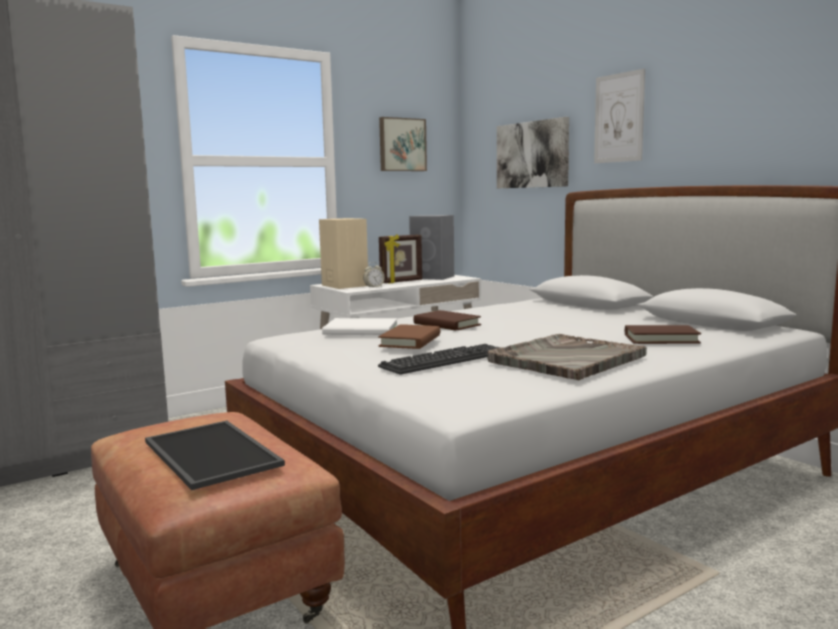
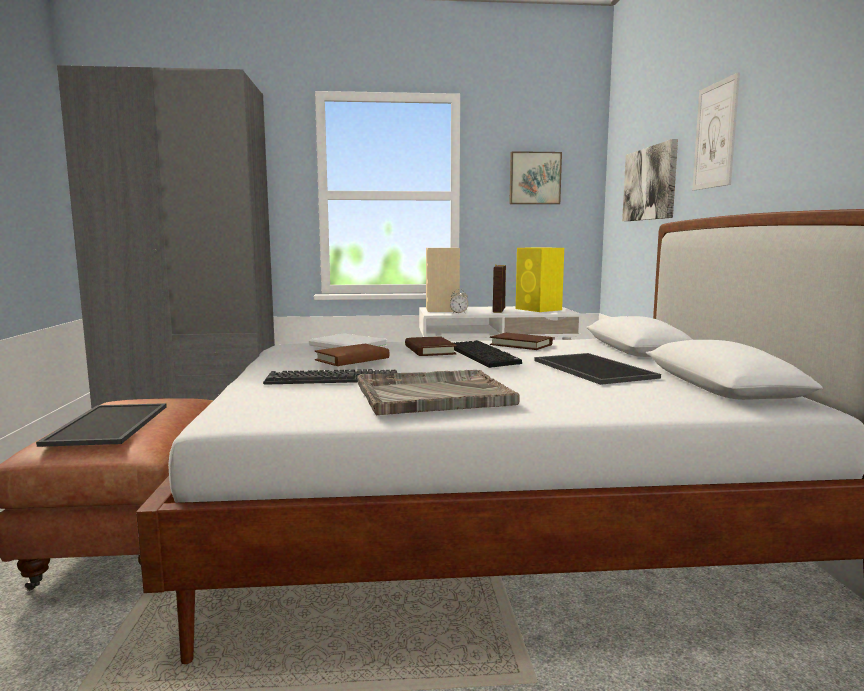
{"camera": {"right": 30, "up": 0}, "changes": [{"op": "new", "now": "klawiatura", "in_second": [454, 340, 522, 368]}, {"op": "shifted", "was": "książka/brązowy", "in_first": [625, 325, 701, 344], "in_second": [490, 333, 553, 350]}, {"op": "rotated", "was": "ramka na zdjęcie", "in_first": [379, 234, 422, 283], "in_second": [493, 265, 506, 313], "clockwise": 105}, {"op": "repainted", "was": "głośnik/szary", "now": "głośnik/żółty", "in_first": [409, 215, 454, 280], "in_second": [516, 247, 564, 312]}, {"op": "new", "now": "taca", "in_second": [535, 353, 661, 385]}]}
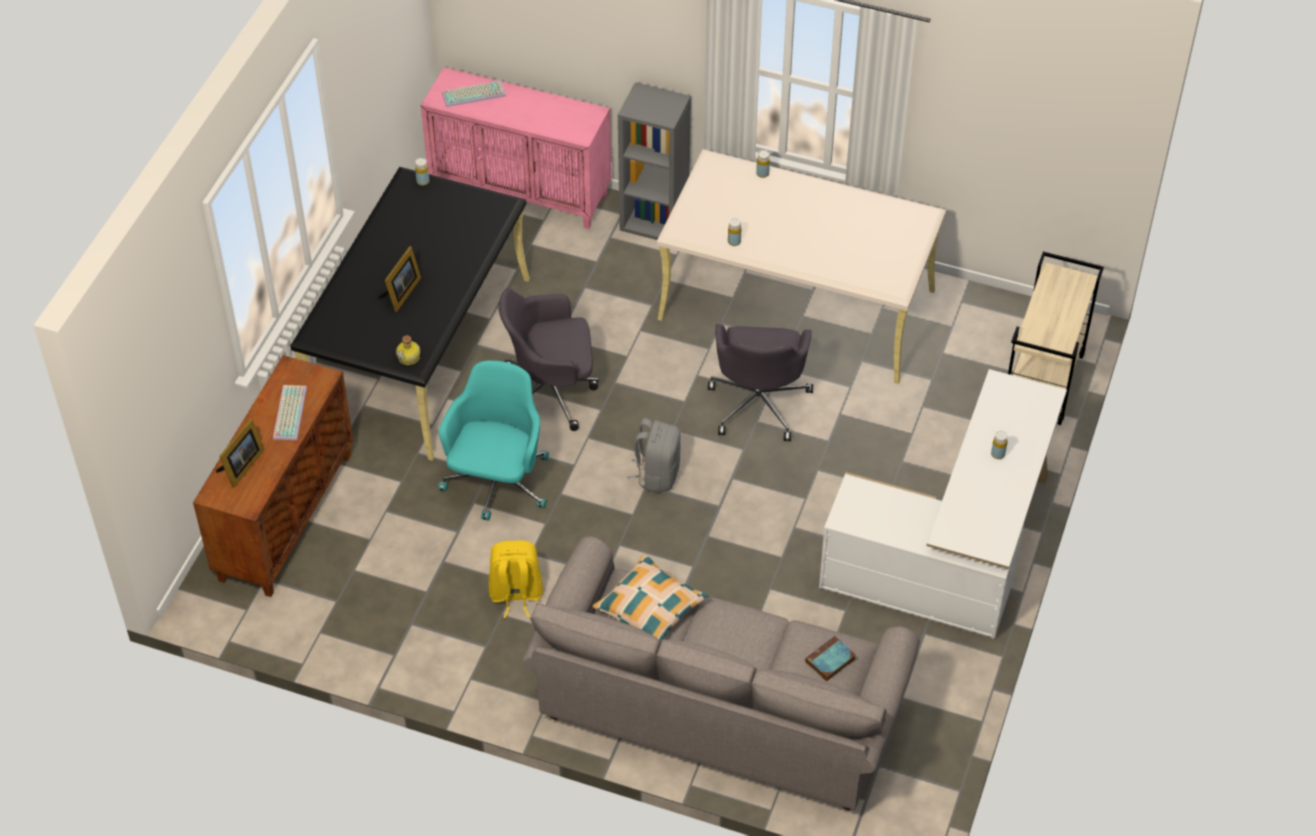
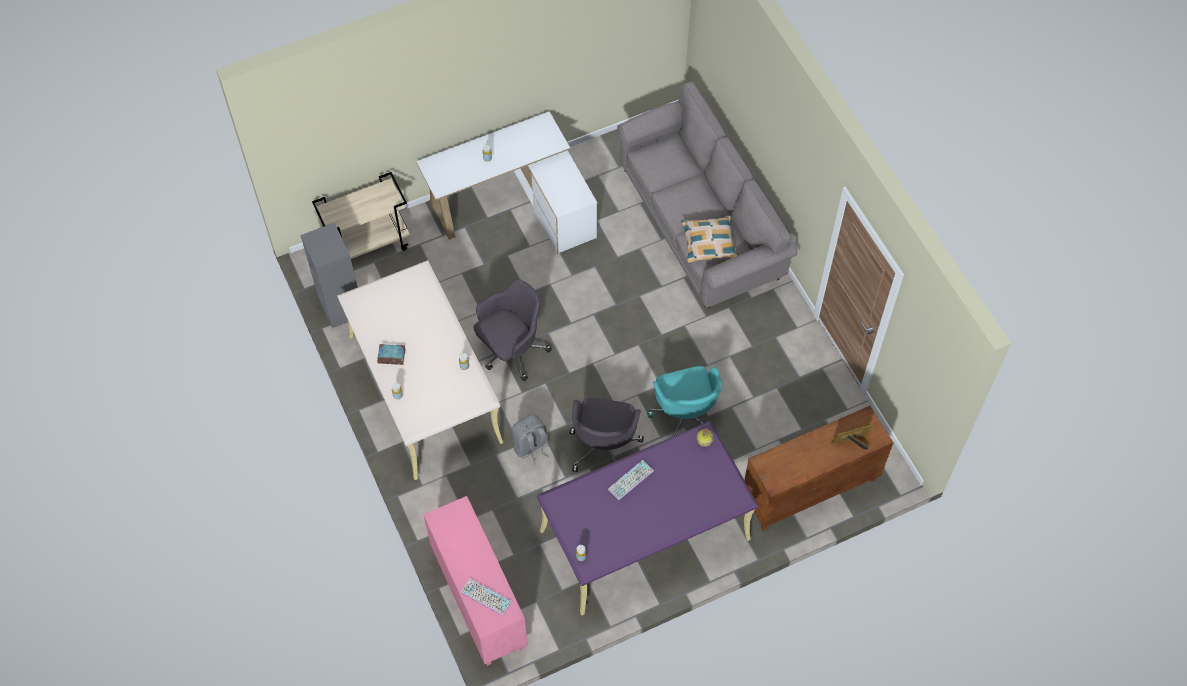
{"camera": {"right": -135, "up": 10}, "changes": [{"op": "shifted", "was": "regał/szary", "in_first": [618, 82, 691, 240], "in_second": [301, 222, 358, 328]}, {"op": "shifted", "was": "książka", "in_first": [805, 636, 856, 682], "in_second": [377, 344, 406, 365]}, {"op": "shifted", "was": "plecak/szary", "in_first": [627, 418, 681, 492], "in_second": [512, 414, 549, 466]}, {"op": "repainted", "was": "biurko/czarny", "now": "biurko/fioletowy", "in_first": [290, 167, 530, 461], "in_second": [537, 421, 759, 615]}, {"op": "rotated", "was": "krzesło biurowe/szary", "in_first": [499, 288, 598, 431], "in_second": [569, 398, 644, 472], "clockwise": 60}, {"op": "shifted", "was": "klawiatura", "in_first": [273, 385, 307, 440], "in_second": [608, 460, 654, 500]}, {"op": "rotated", "was": "krzesło biurowe/turkusowy", "in_first": [438, 360, 549, 521], "in_second": [647, 366, 722, 437], "clockwise": -75}, {"op": "gone", "was": "ramka na zdjęcie", "in_first": [378, 246, 421, 312]}, {"op": "gone", "was": "plecak/żółty", "in_first": [489, 540, 543, 618]}]}
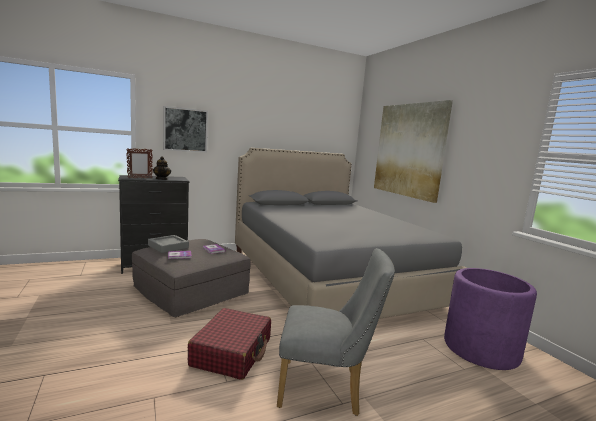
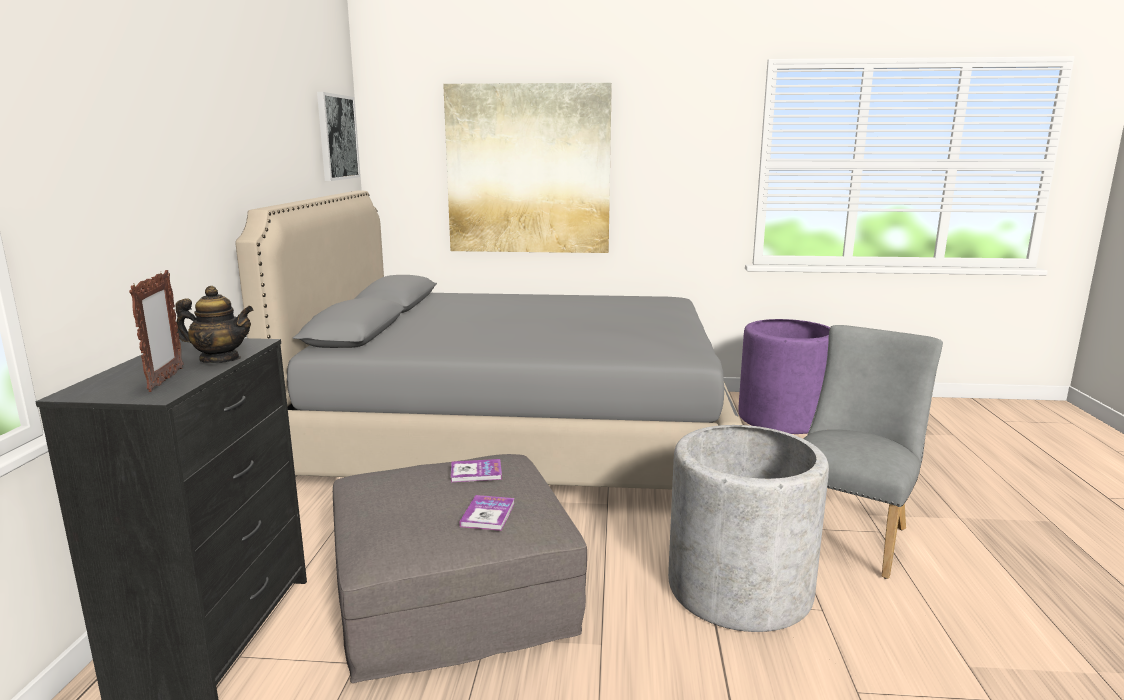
{"camera": {"right": -60, "up": 5}, "changes": [{"op": "shifted", "was": "obraz", "in_first": [163, 106, 208, 153], "in_second": [317, 92, 360, 181]}, {"op": "swapped", "was": "walizka/czerwony", "now": "donica/szary", "in_first": [188, 308, 271, 380], "in_second": [668, 425, 829, 632]}, {"op": "gone", "was": "taca/szary", "in_first": [148, 235, 189, 253]}]}
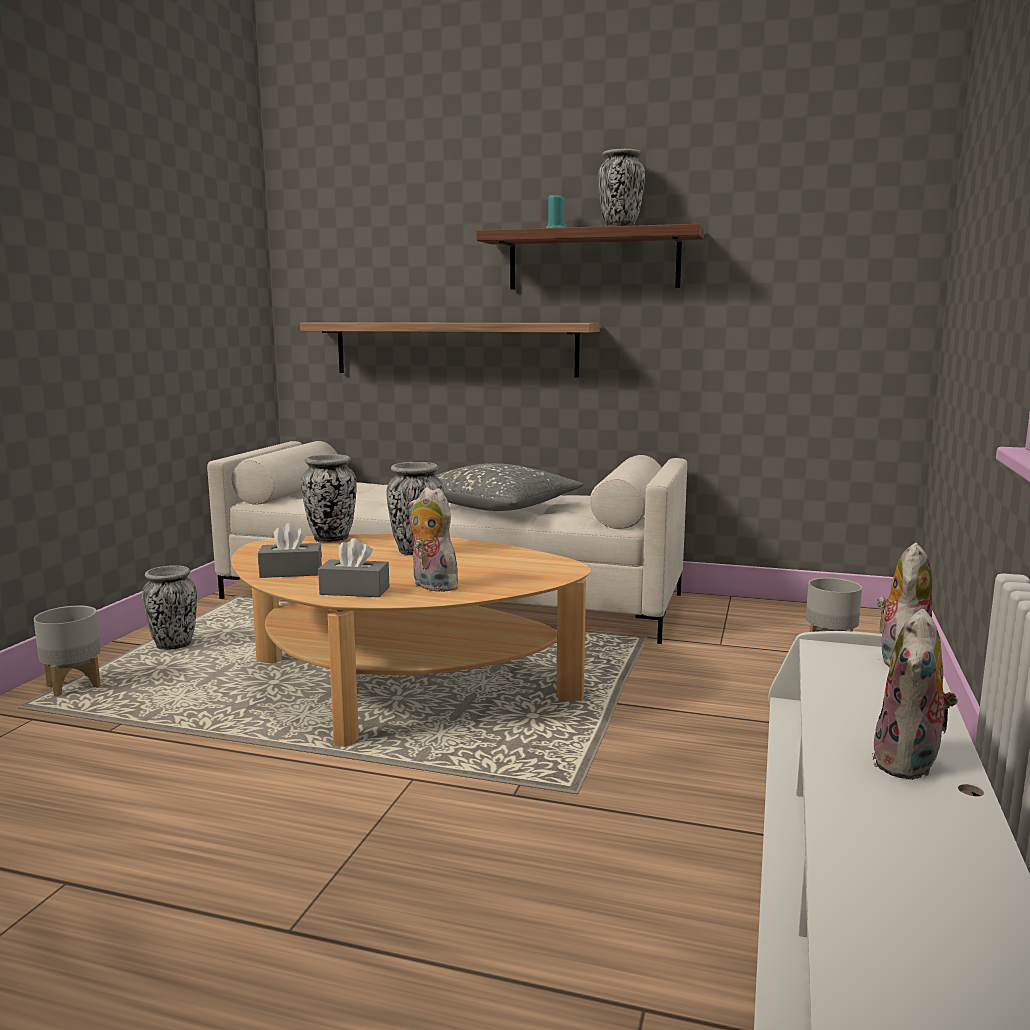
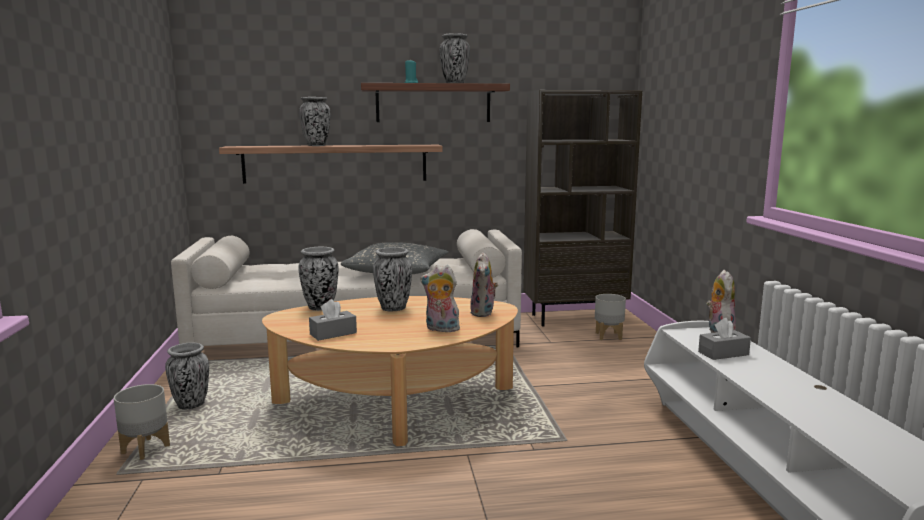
{"camera": {"right": -25, "up": 0}, "changes": [{"op": "new", "now": "wazon", "in_second": [299, 97, 330, 146]}, {"op": "shifted", "was": "pluszak", "in_first": [872, 609, 958, 780], "in_second": [470, 252, 498, 317]}, {"op": "new", "now": "regał/brązowy", "in_second": [523, 90, 642, 326]}, {"op": "shifted", "was": "pudełko chusteczek/szary", "in_first": [318, 538, 389, 597], "in_second": [698, 318, 751, 360]}]}
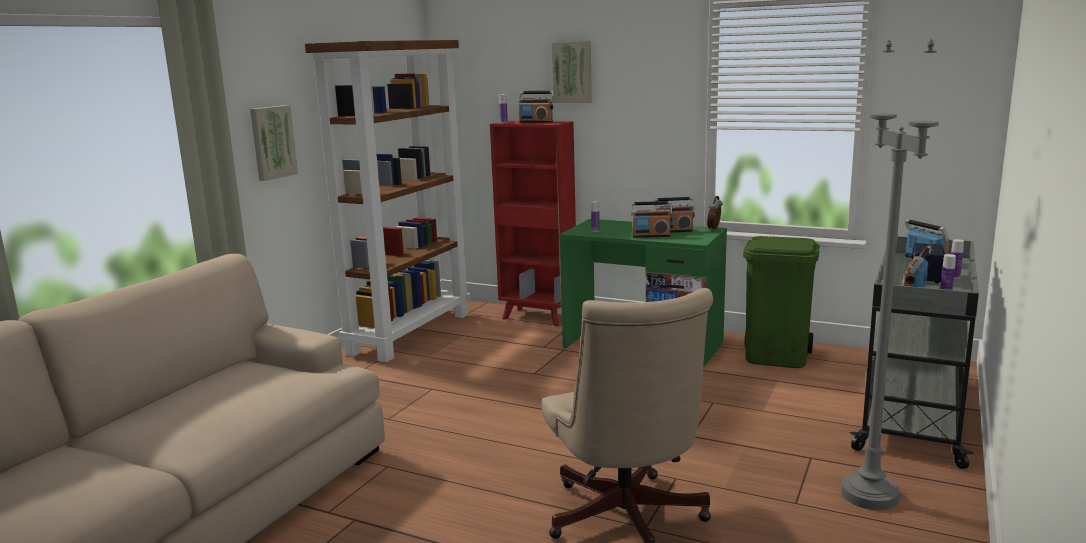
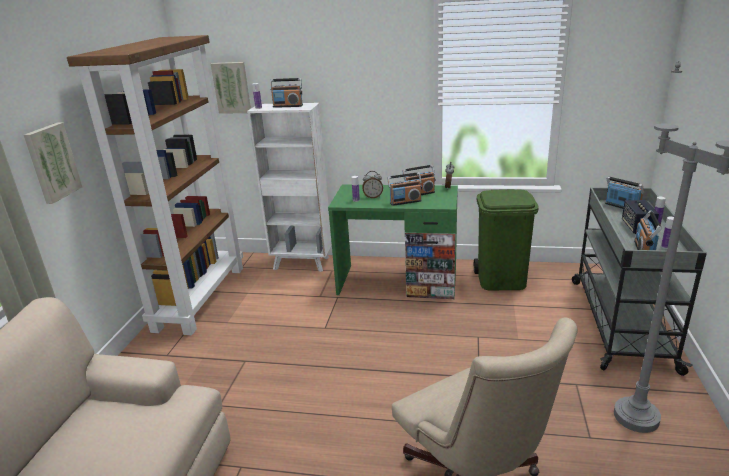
{"camera": {"right": -15, "up": 10}, "changes": [{"op": "shifted", "was": "obraz", "in_first": [551, 41, 592, 103], "in_second": [211, 62, 251, 114]}, {"op": "repainted", "was": "regał/czerwony", "now": "regał/biały", "in_first": [490, 121, 576, 326], "in_second": [247, 103, 332, 272]}, {"op": "new", "now": "budzik", "in_second": [362, 171, 383, 198]}]}
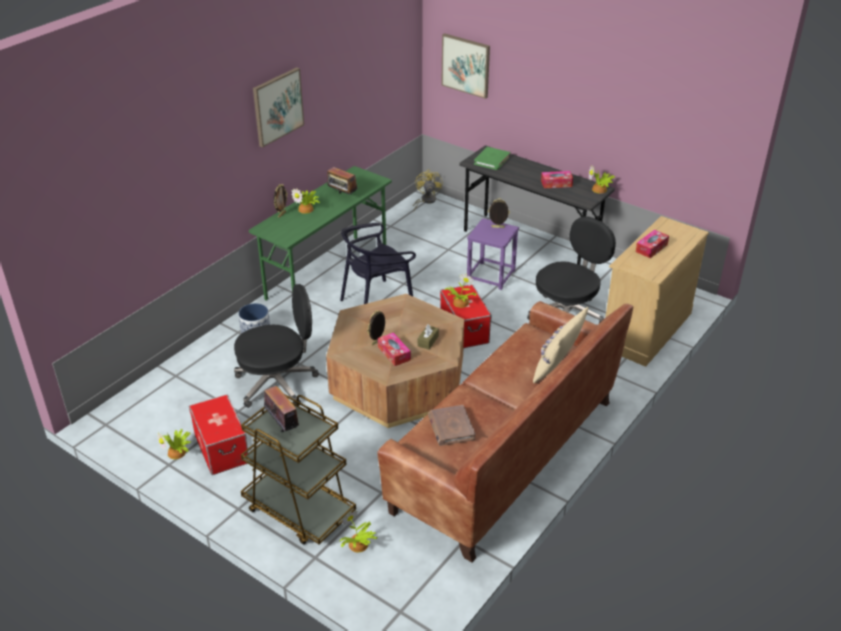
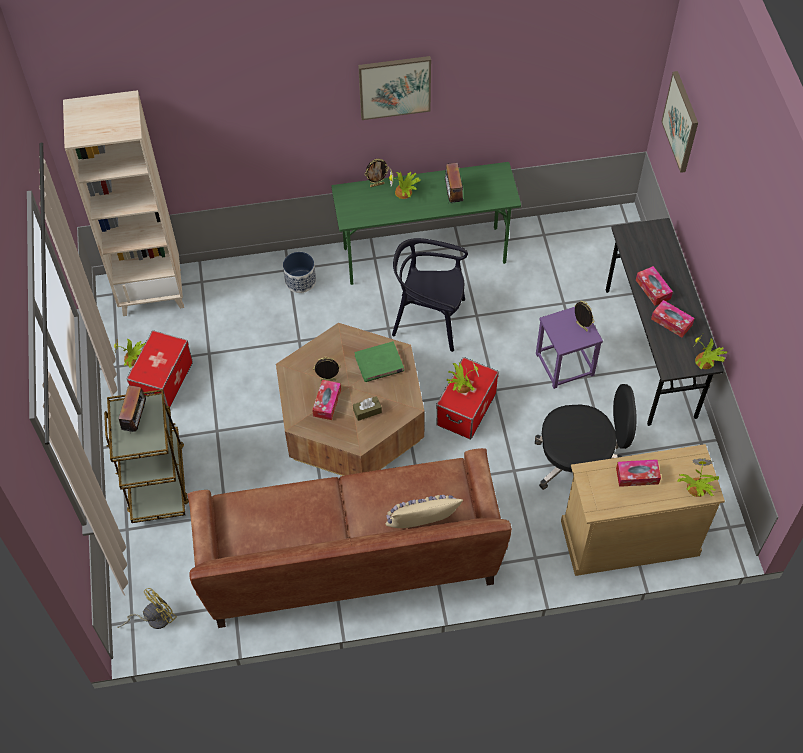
{"camera": {"right": 45, "up": 20}, "changes": [{"op": "new", "now": "regał/beżowy", "in_second": [63, 90, 184, 316]}, {"op": "shifted", "was": "wentylator/żółty", "in_first": [413, 169, 443, 210], "in_second": [117, 588, 177, 629]}, {"op": "shifted", "was": "książka/zielony", "in_first": [474, 147, 511, 170], "in_second": [355, 341, 404, 382]}, {"op": "new", "now": "pudełko chusteczek", "in_second": [636, 266, 673, 306]}, {"op": "shifted", "was": "roślina doniczkowa", "in_first": [339, 510, 378, 552], "in_second": [677, 458, 719, 497]}, {"op": "gone", "was": "krzesło biurowe/czarny", "in_first": [234, 284, 319, 408]}, {"op": "gone", "was": "książka/brązowy", "in_first": [428, 405, 475, 446]}]}
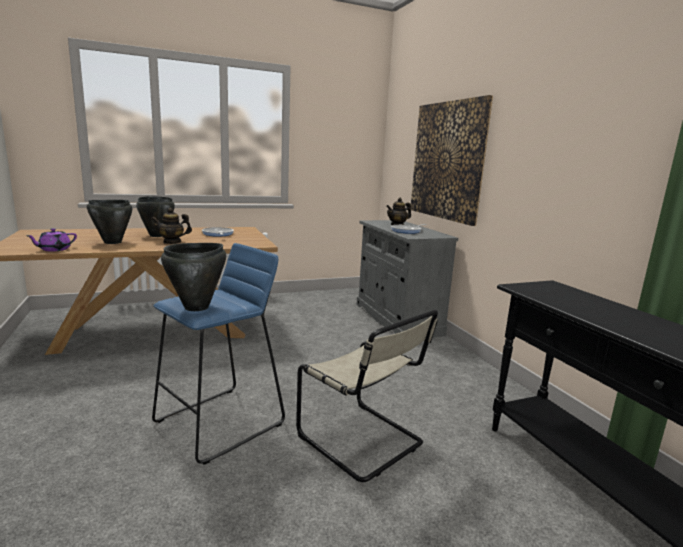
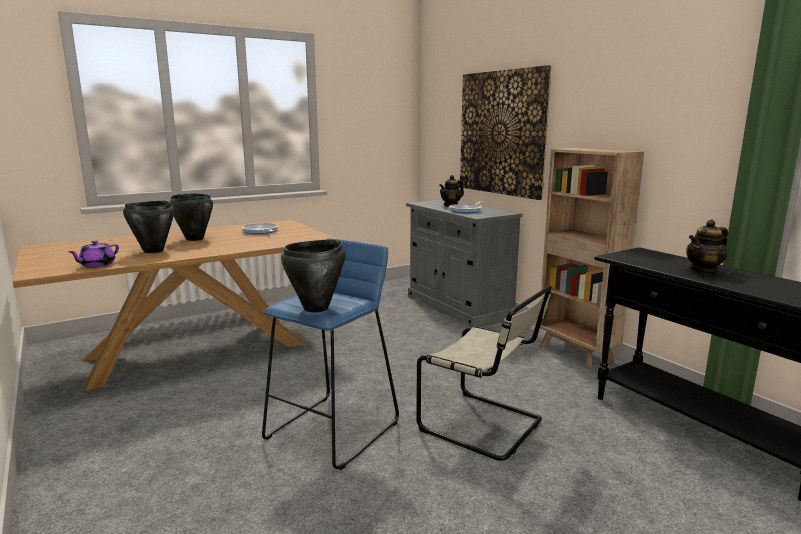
{"camera": {"right": -10, "up": 0}, "changes": [{"op": "new", "now": "regał/brązowy", "in_second": [540, 148, 644, 370]}, {"op": "shifted", "was": "imbryk", "in_first": [151, 208, 192, 244], "in_second": [686, 219, 728, 275]}]}
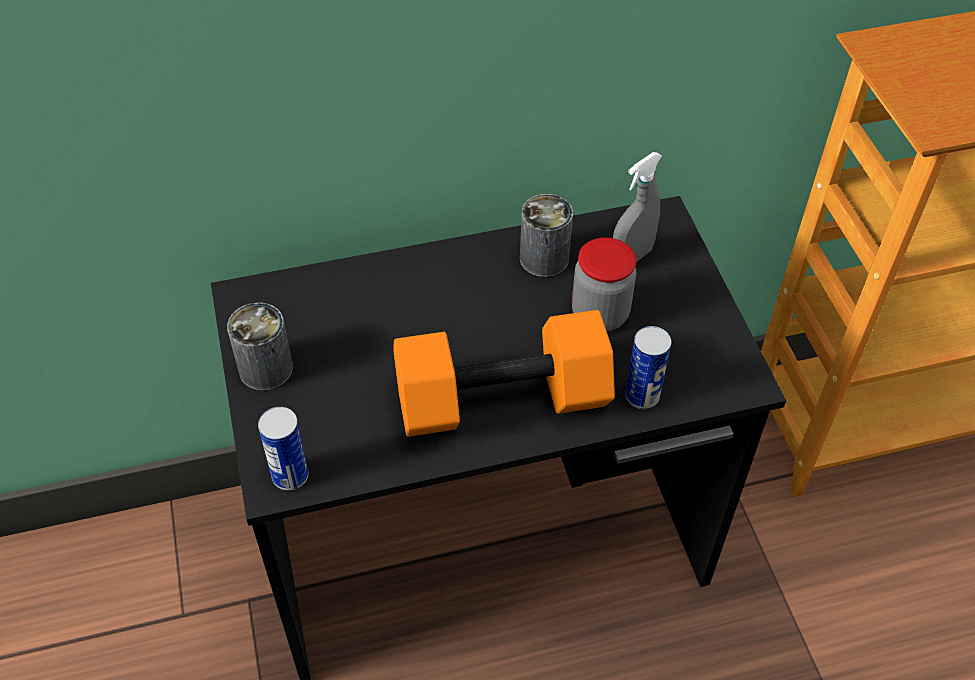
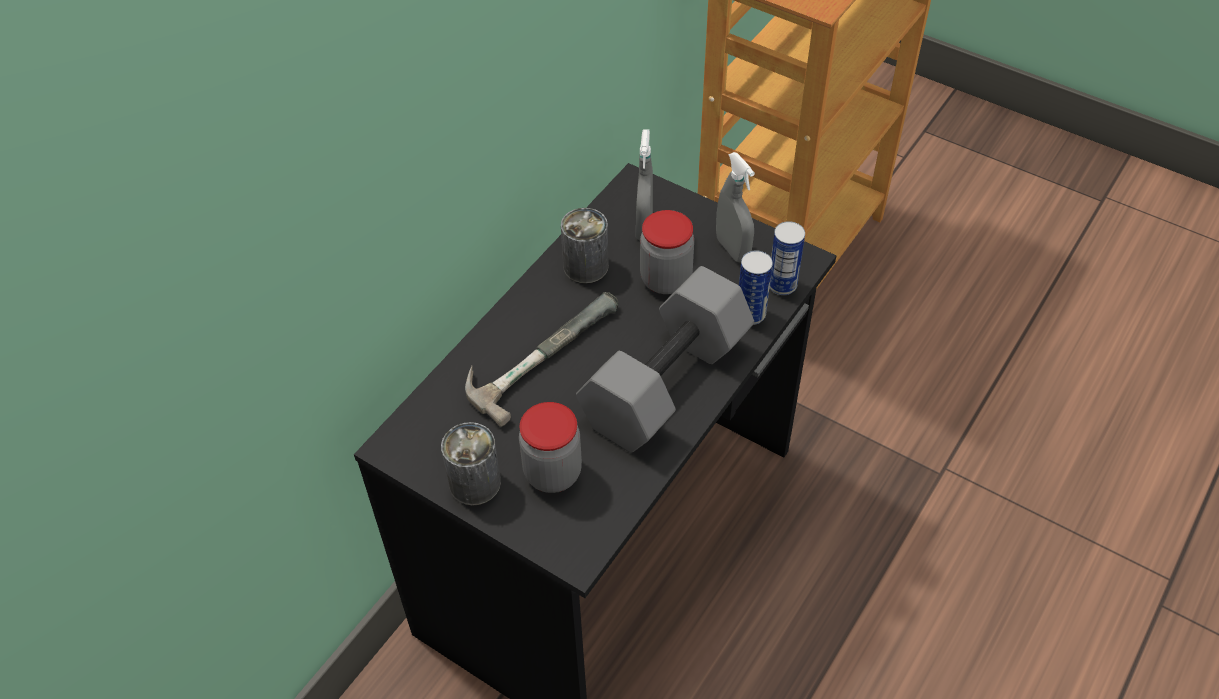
{"camera": {"right": -40, "up": 0}, "changes": [{"op": "new", "now": "młotek", "in_second": [465, 292, 618, 427]}, {"op": "new", "now": "słoik", "in_second": [519, 402, 582, 493]}, {"op": "repainted", "was": "hantel/pomarańczowy", "now": "hantel/szary", "in_first": [393, 310, 615, 437], "in_second": [576, 266, 754, 452]}, {"op": "new", "now": "spryskiwacz/szary", "in_second": [716, 152, 755, 263]}, {"op": "shifted", "was": "puszka", "in_first": [258, 407, 309, 491], "in_second": [770, 221, 805, 295]}]}
